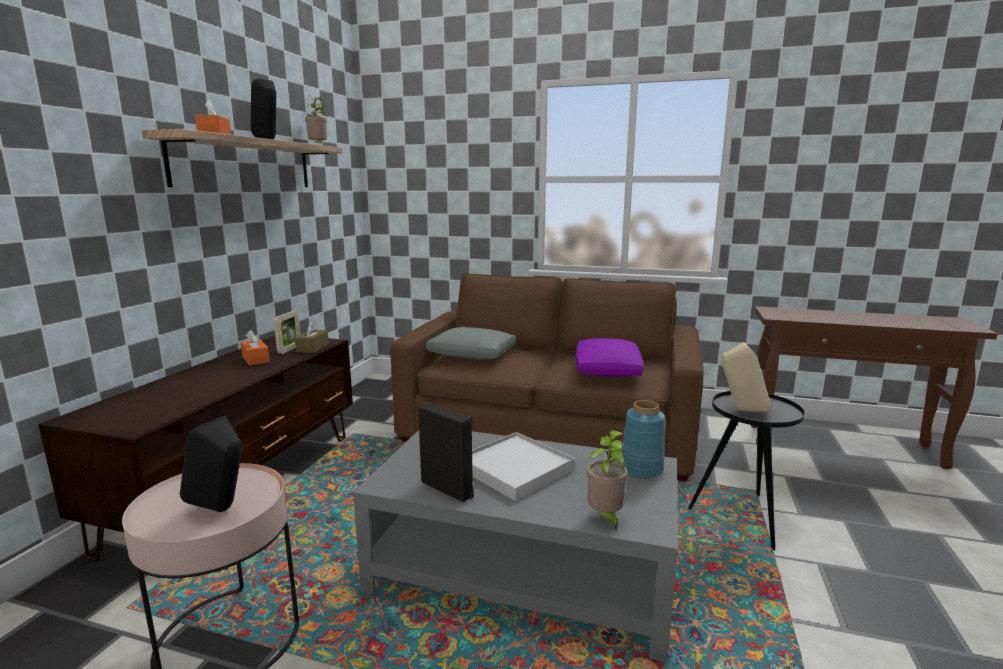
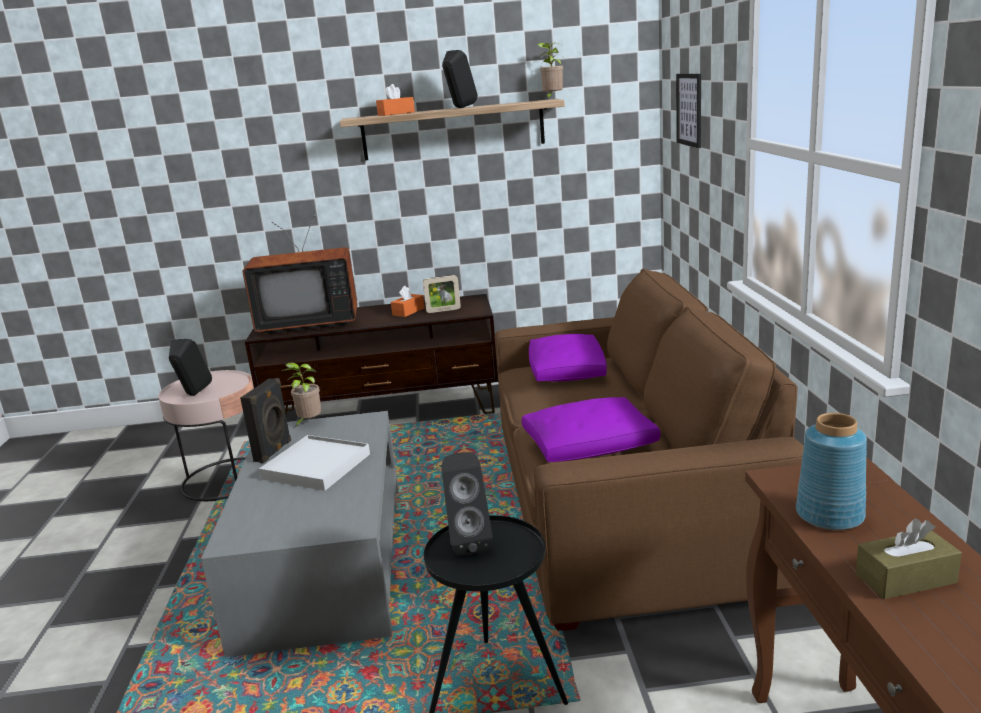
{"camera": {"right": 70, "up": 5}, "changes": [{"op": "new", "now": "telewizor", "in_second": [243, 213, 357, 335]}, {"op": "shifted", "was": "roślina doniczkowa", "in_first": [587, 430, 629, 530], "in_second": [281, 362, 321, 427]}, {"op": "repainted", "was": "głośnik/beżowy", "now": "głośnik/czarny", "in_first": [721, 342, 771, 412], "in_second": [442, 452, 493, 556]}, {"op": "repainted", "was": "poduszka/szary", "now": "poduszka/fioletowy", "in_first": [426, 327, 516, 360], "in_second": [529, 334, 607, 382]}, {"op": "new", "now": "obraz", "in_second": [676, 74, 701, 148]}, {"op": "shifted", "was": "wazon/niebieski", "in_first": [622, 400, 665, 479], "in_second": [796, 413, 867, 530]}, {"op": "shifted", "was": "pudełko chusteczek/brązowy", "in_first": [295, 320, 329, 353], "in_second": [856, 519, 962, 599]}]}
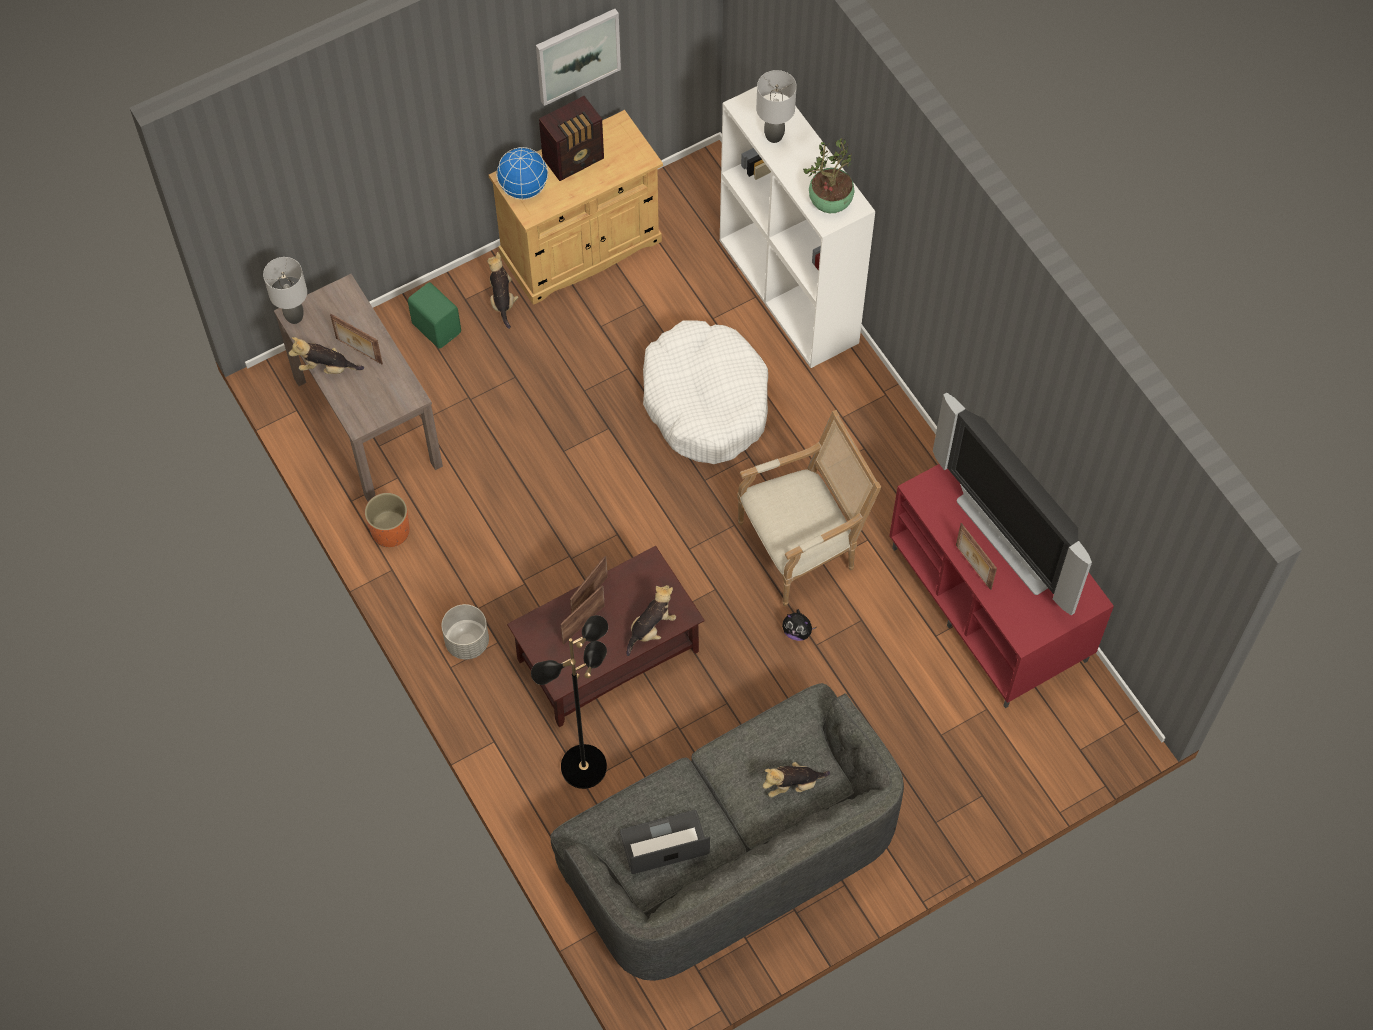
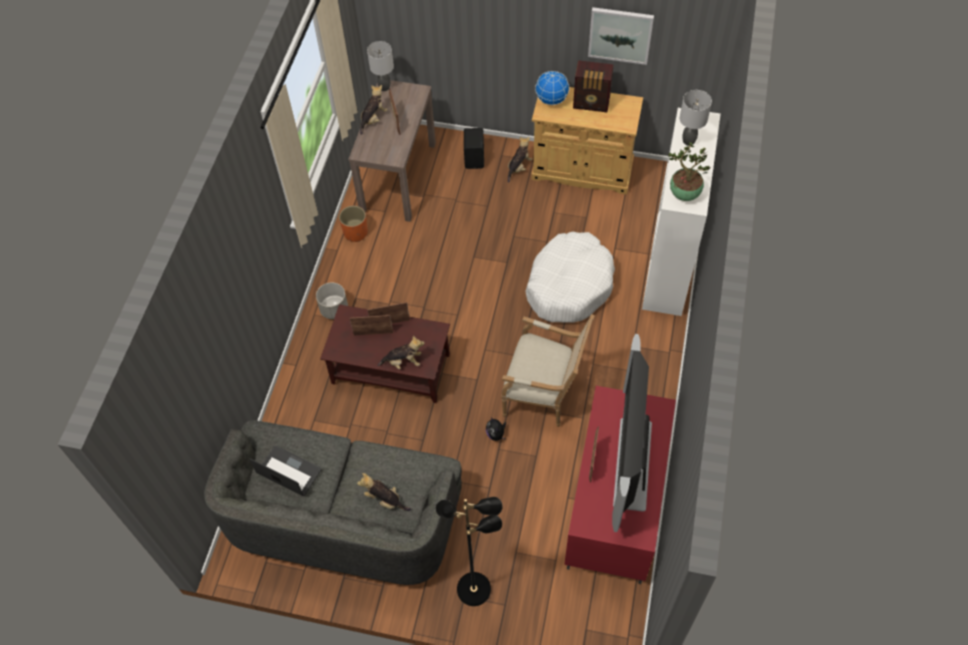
{"camera": {"right": 45, "up": -5}, "changes": [{"op": "rotated", "was": "pluszak", "in_first": [289, 337, 364, 374], "in_second": [360, 85, 388, 135], "clockwise": 75}, {"op": "shifted", "was": "lampa stojąca/czarny", "in_first": [531, 615, 608, 789], "in_second": [436, 497, 503, 606]}, {"op": "repainted", "was": "głośnik/zielony", "now": "głośnik/czarny", "in_first": [408, 282, 461, 349], "in_second": [464, 128, 484, 169]}]}
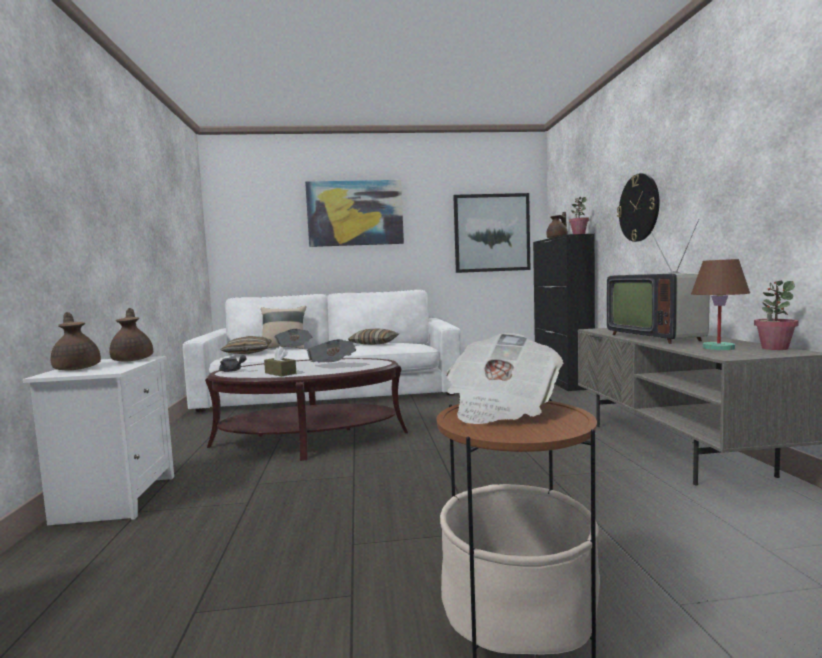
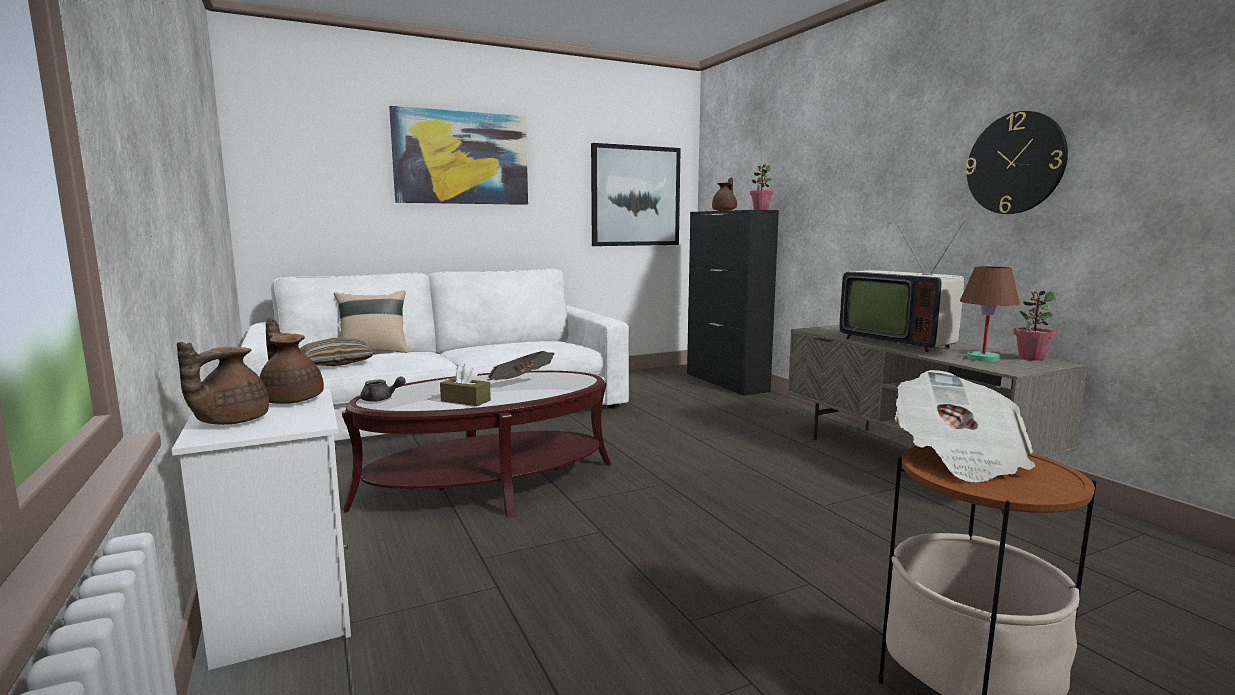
{"camera": {"right": -20, "up": 5}, "changes": [{"op": "rotated", "was": "imbryk/brązowy", "in_first": [51, 312, 101, 370], "in_second": [177, 342, 269, 425], "clockwise": -105}, {"op": "shifted", "was": "zegar ścienny", "in_first": [617, 173, 659, 242], "in_second": [965, 111, 1068, 214]}, {"op": "gone", "was": "gazeta", "in_first": [274, 329, 312, 346]}, {"op": "gone", "was": "poduszka", "in_first": [348, 328, 399, 345]}]}
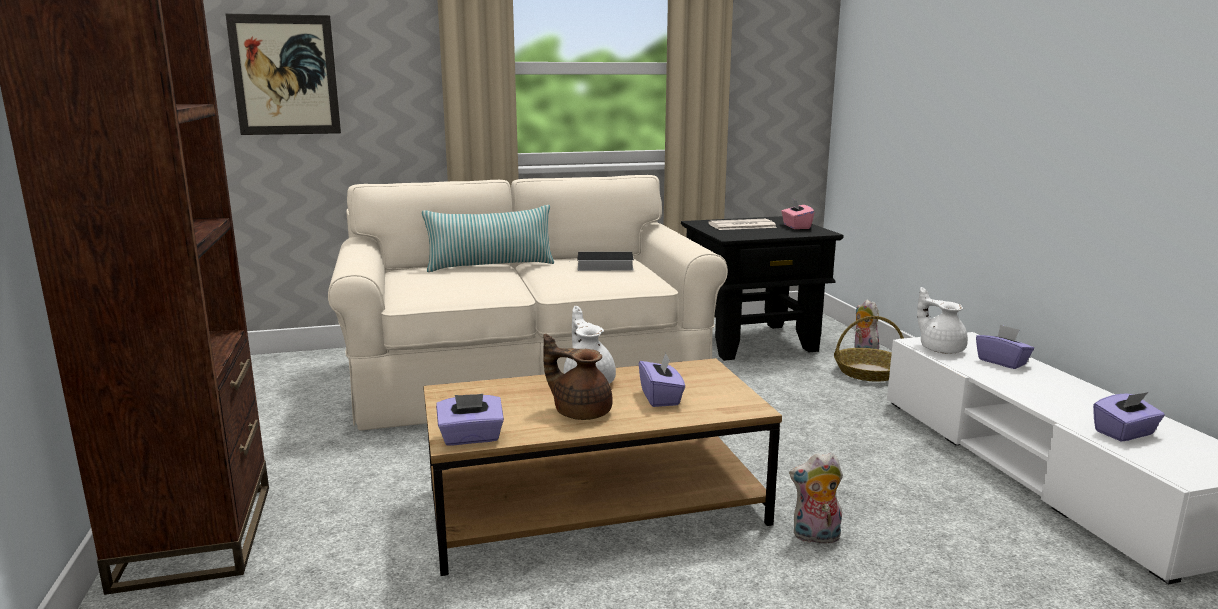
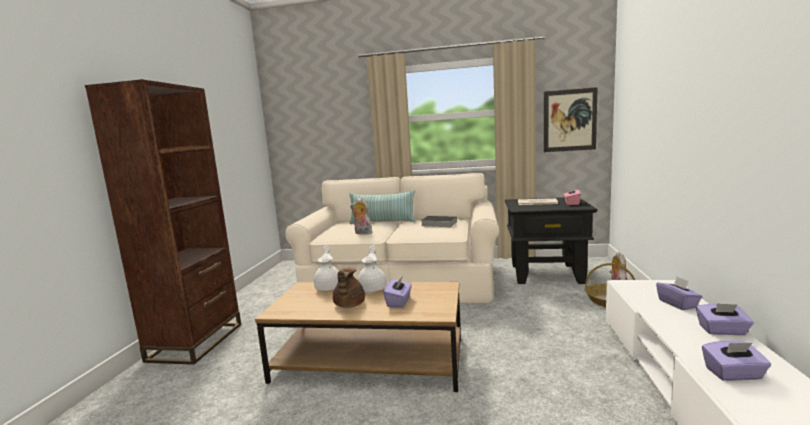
{"camera": {"right": 25, "up": -5}, "changes": [{"op": "shifted", "was": "imbryk/biały", "in_first": [917, 287, 968, 354], "in_second": [314, 245, 339, 291]}, {"op": "rotated", "was": "imbryk/brązowy", "in_first": [543, 334, 613, 420], "in_second": [333, 268, 365, 308], "clockwise": -135}, {"op": "shifted", "was": "pluszak", "in_first": [789, 453, 843, 544], "in_second": [350, 198, 372, 235]}, {"op": "shifted", "was": "obraz", "in_first": [225, 14, 341, 135], "in_second": [544, 87, 598, 152]}, {"op": "shifted", "was": "pudełko chusteczek/fioletowy", "in_first": [436, 394, 504, 446], "in_second": [696, 303, 753, 335]}]}
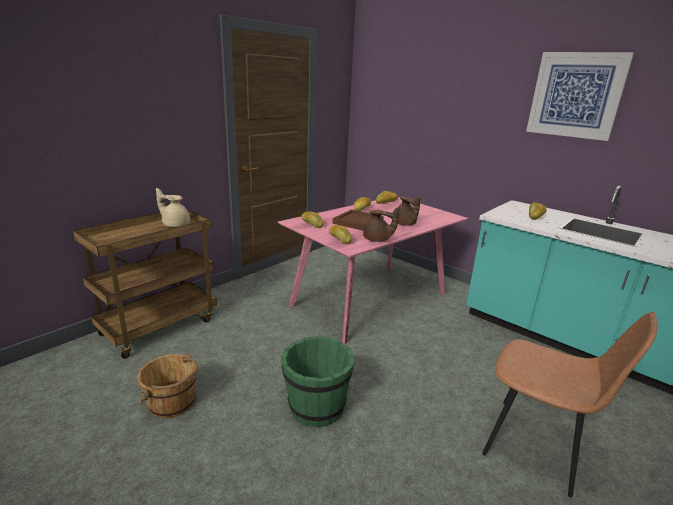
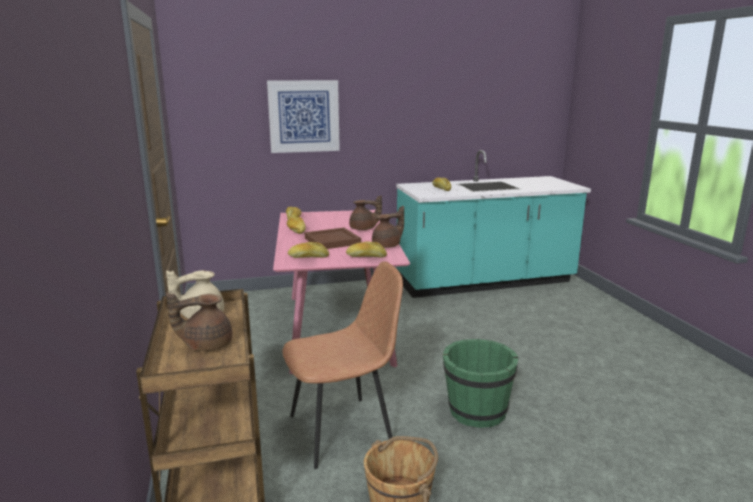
{"camera": {"right": -55, "up": -5}, "changes": [{"op": "new", "now": "imbryk/brązowy", "in_second": [166, 293, 232, 351]}, {"op": "shifted", "was": "obraz", "in_first": [526, 52, 634, 141], "in_second": [267, 80, 340, 153]}, {"op": "shifted", "was": "krzesło/brązowy", "in_first": [482, 312, 657, 497], "in_second": [282, 261, 403, 469]}]}
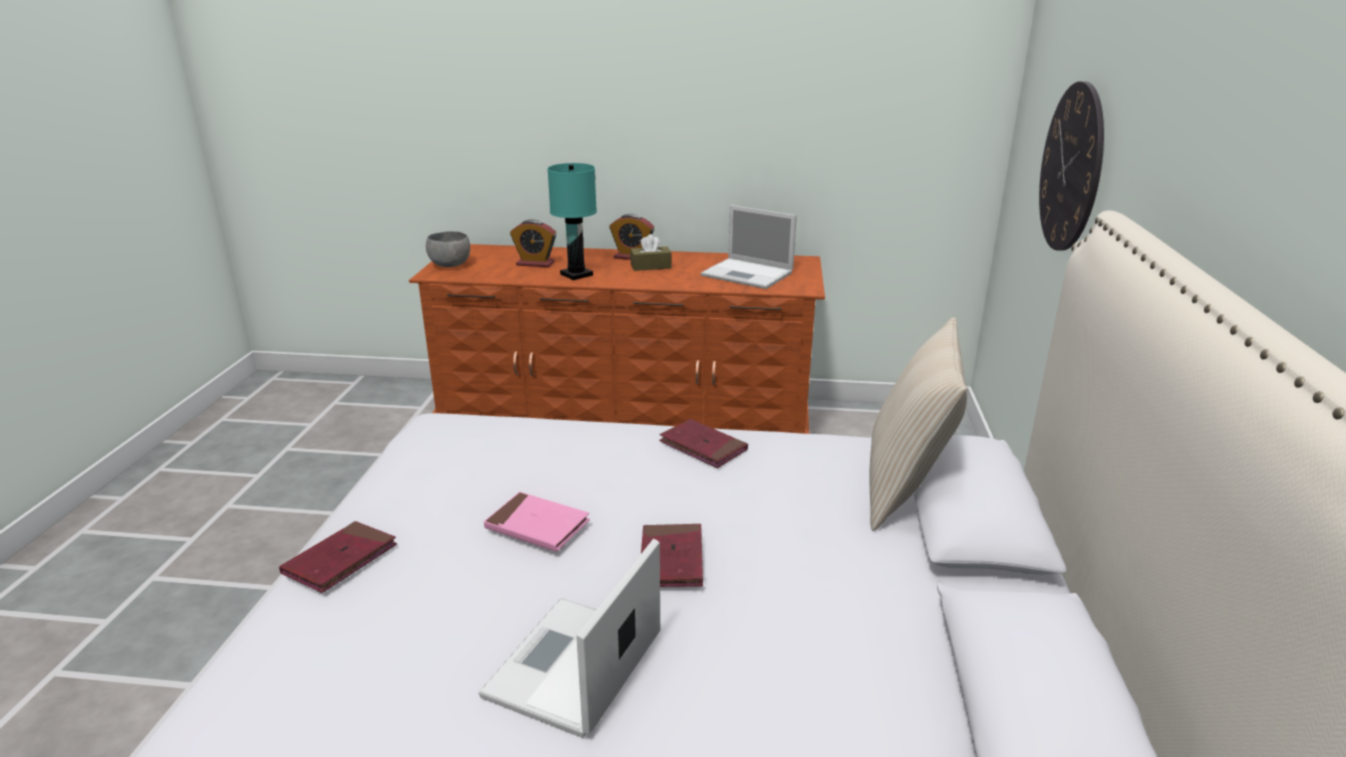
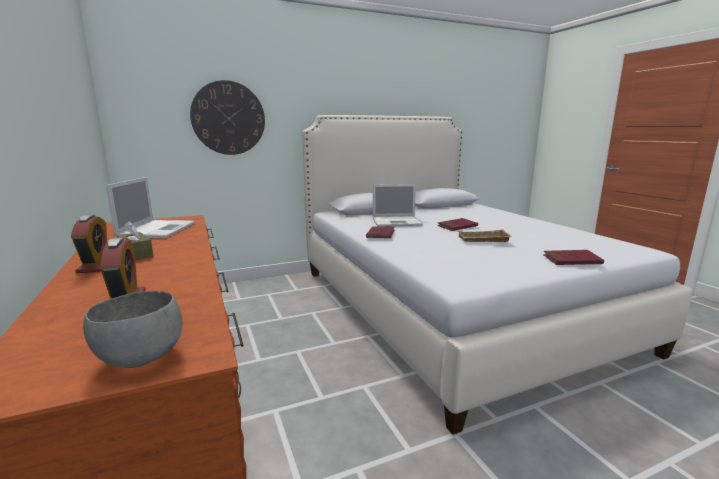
{"camera": {"right": -120, "up": -10}, "changes": [{"op": "shifted", "was": "laptop", "in_first": [479, 539, 660, 738], "in_second": [373, 184, 422, 227]}, {"op": "swapped", "was": "książka/różowy", "now": "taca/beżowy", "in_first": [484, 492, 590, 552], "in_second": [458, 229, 512, 242]}, {"op": "gone", "was": "lampa stołowa/turkusowy", "in_first": [547, 163, 597, 280]}, {"op": "gone", "was": "poduszka/beżowy", "in_first": [869, 317, 967, 531]}]}
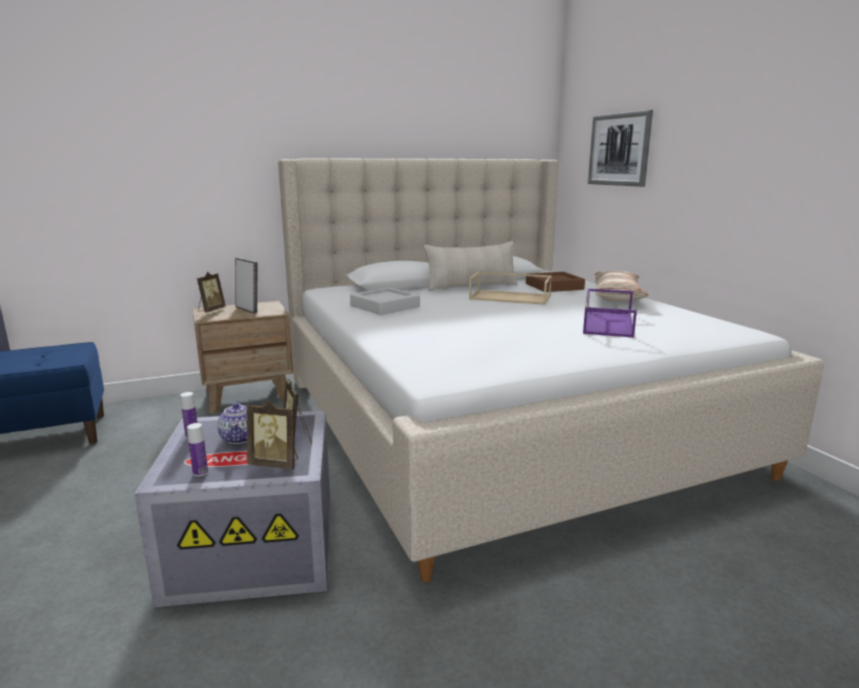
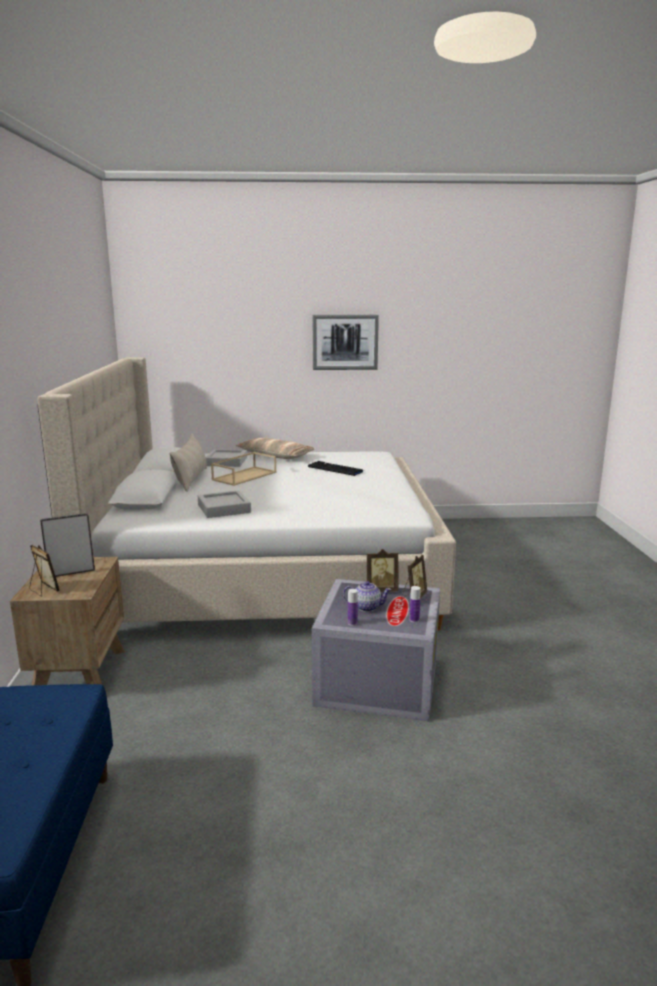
{"camera": {"right": -70, "up": 0}, "changes": [{"op": "repainted", "was": "taca/brązowy", "now": "taca/szary", "in_first": [526, 272, 585, 292], "in_second": [206, 449, 247, 467]}, {"op": "swapped", "was": "taca/fioletowy", "now": "klawiatura", "in_first": [583, 289, 637, 338], "in_second": [308, 461, 363, 476]}, {"op": "shifted", "was": "obraz", "in_first": [588, 110, 653, 187], "in_second": [313, 315, 379, 370]}]}
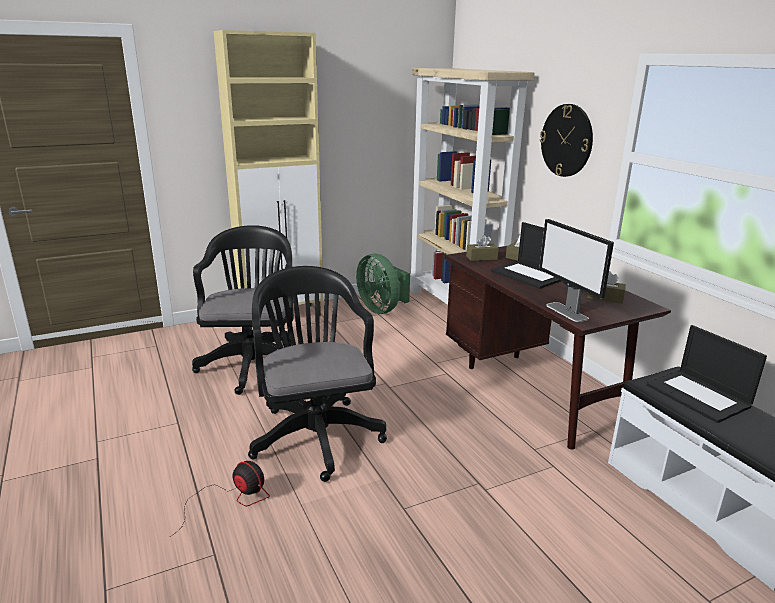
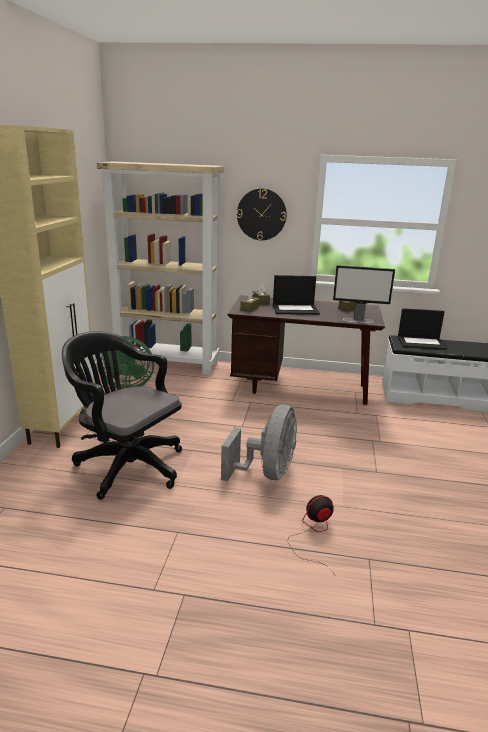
{"camera": {"right": -55, "up": 0}, "changes": [{"op": "swapped", "was": "krzesło biurowe/czarny", "now": "wentylator/szary", "in_first": [248, 266, 387, 482], "in_second": [221, 405, 297, 481]}]}
